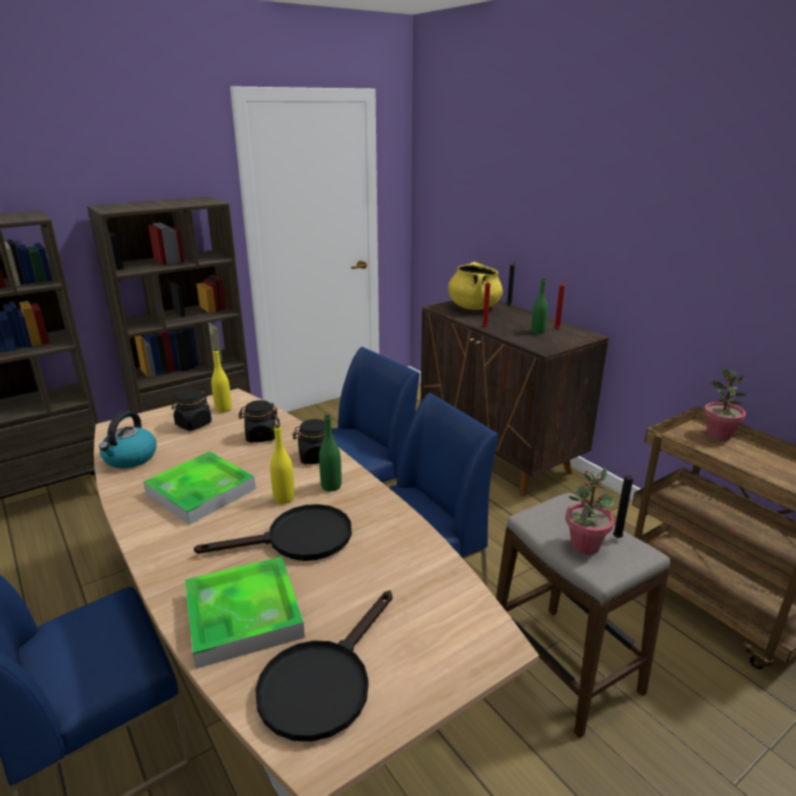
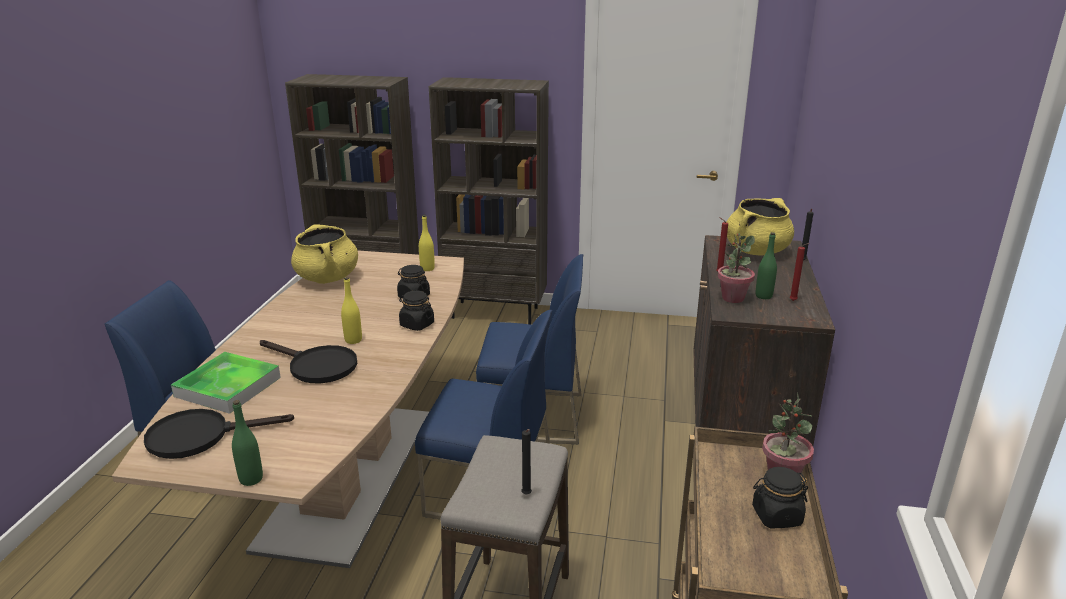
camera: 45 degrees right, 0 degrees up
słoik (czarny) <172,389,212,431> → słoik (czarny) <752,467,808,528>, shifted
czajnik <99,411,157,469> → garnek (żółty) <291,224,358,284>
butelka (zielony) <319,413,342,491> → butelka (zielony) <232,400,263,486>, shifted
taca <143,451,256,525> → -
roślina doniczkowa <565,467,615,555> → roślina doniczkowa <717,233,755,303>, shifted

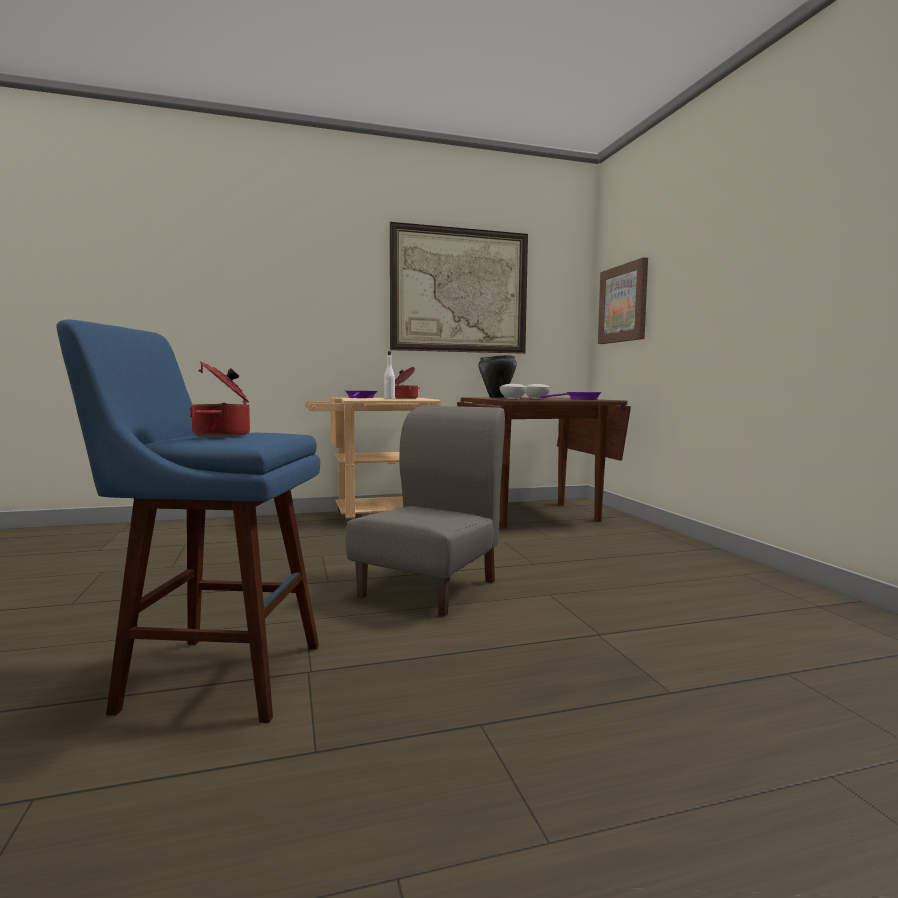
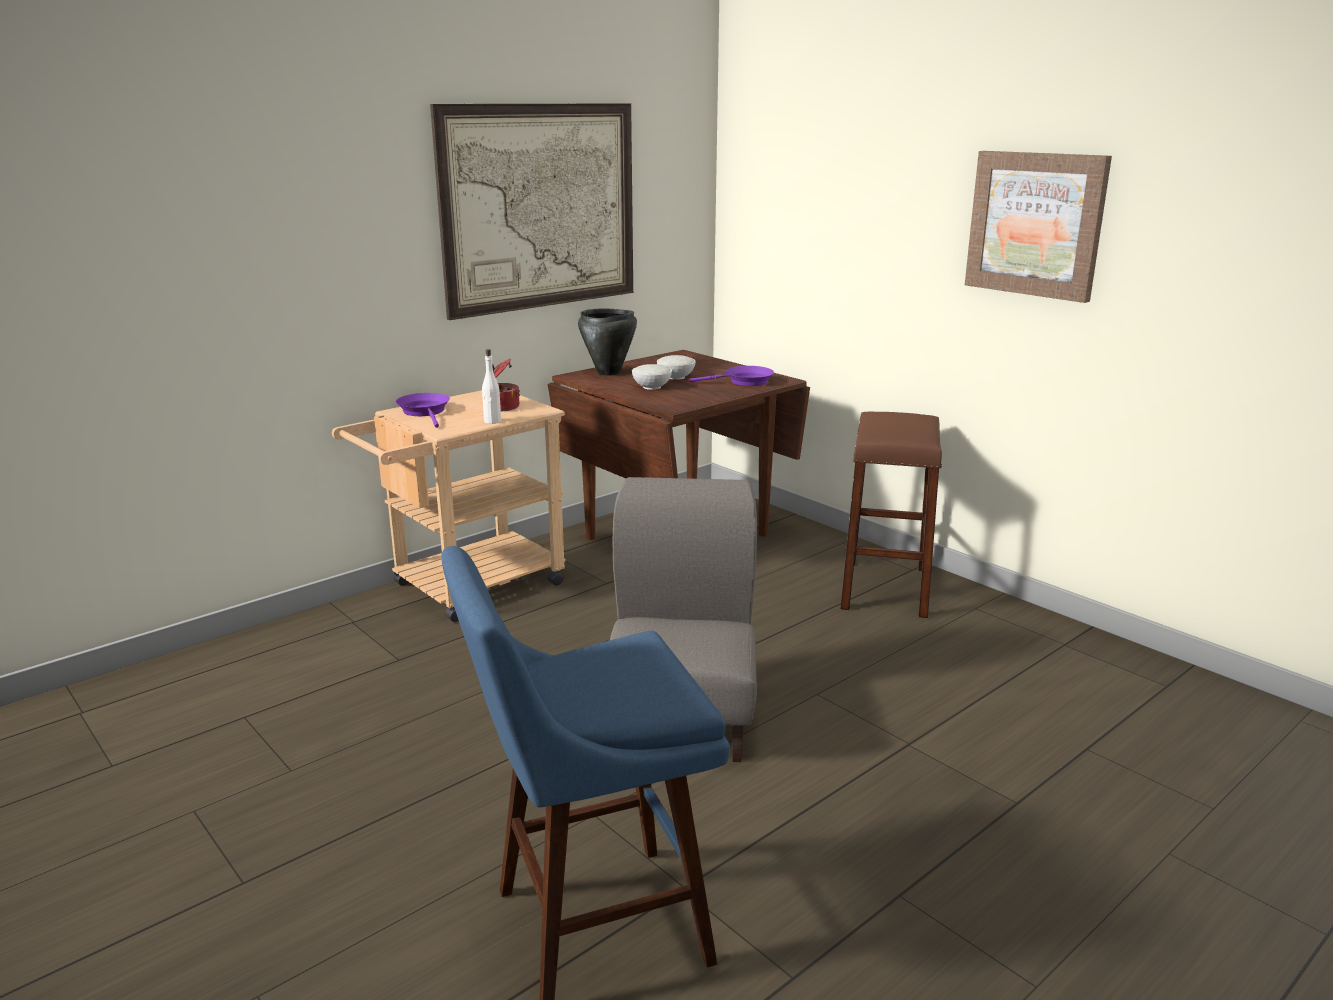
camera: 25 degrees left, 15 degrees up
obraz <598,257,648,344> → obraz <965,151,1112,303>, shifted
garnek <190,361,250,437> → -
- → stołek (brązowy) <840,412,942,618>

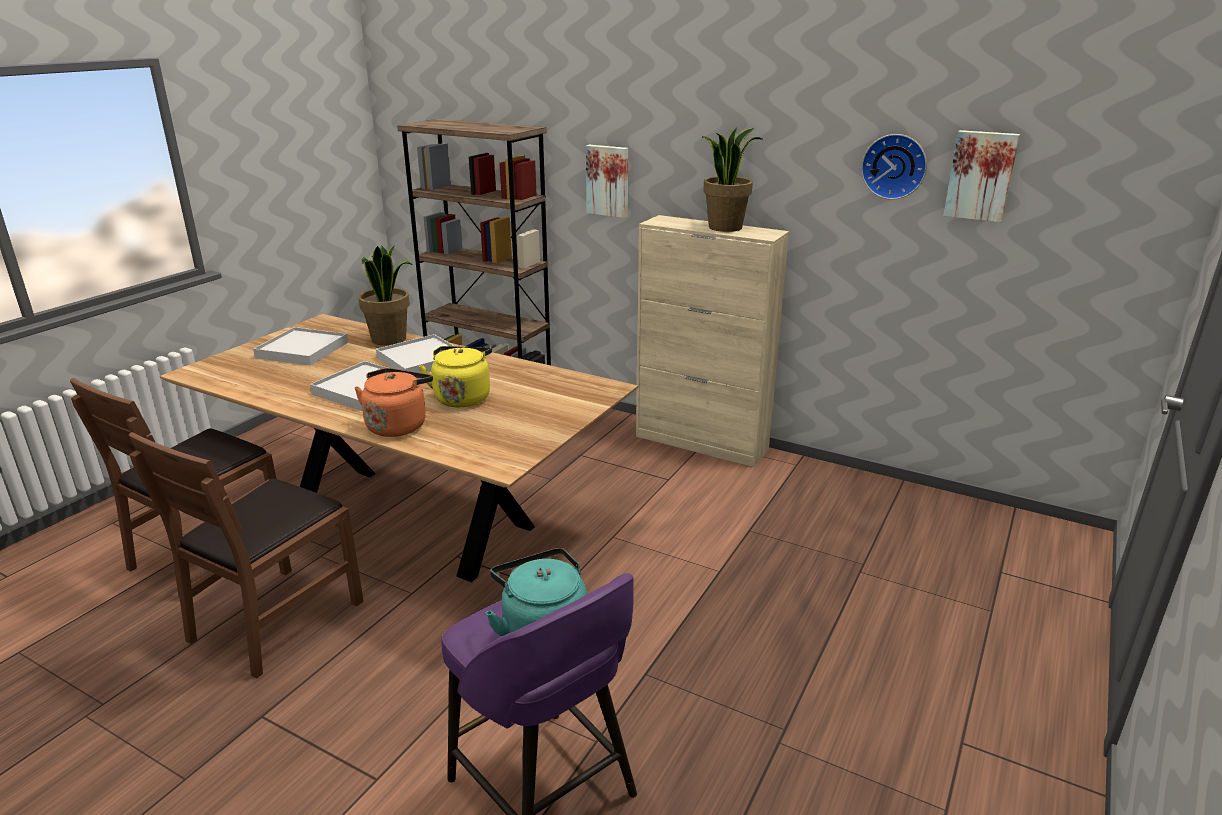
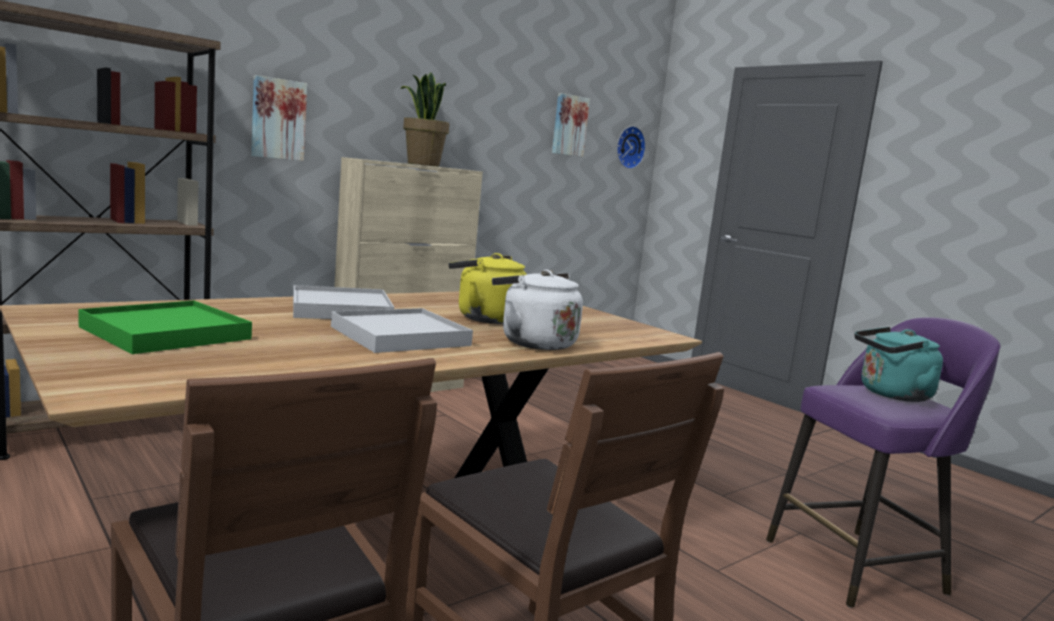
camera: 70 degrees left, 15 degrees down
zegar ścienny <861,134,927,200> → zegar ścienny <617,126,646,169>, shifted
roślina doniczkowa <359,245,413,346> → -
taca (biały) <253,327,348,366> → taca (zielony) <78,300,252,354>
czajnik (pomarańczowy) <354,368,433,437> → czajnik (biały) <492,269,583,350>

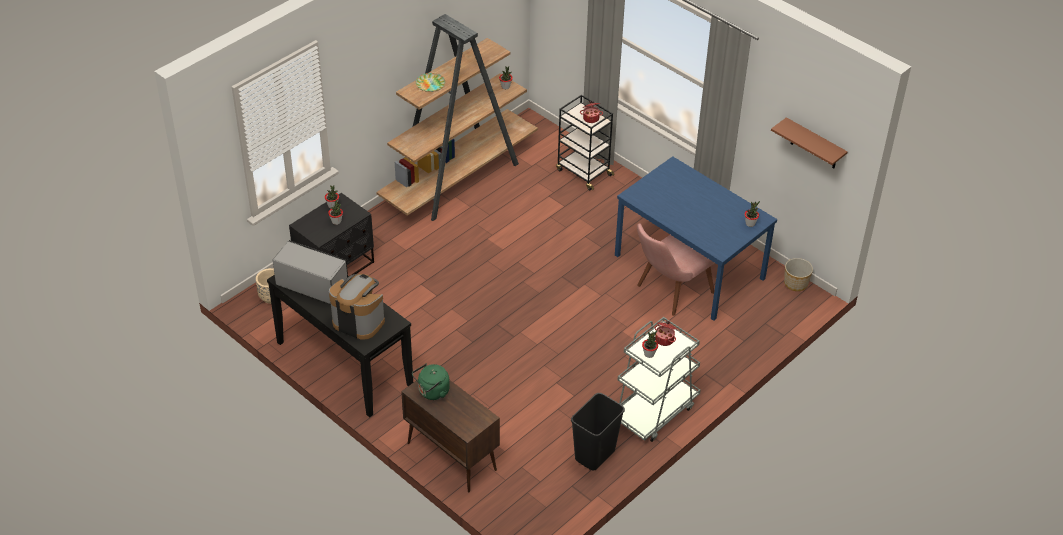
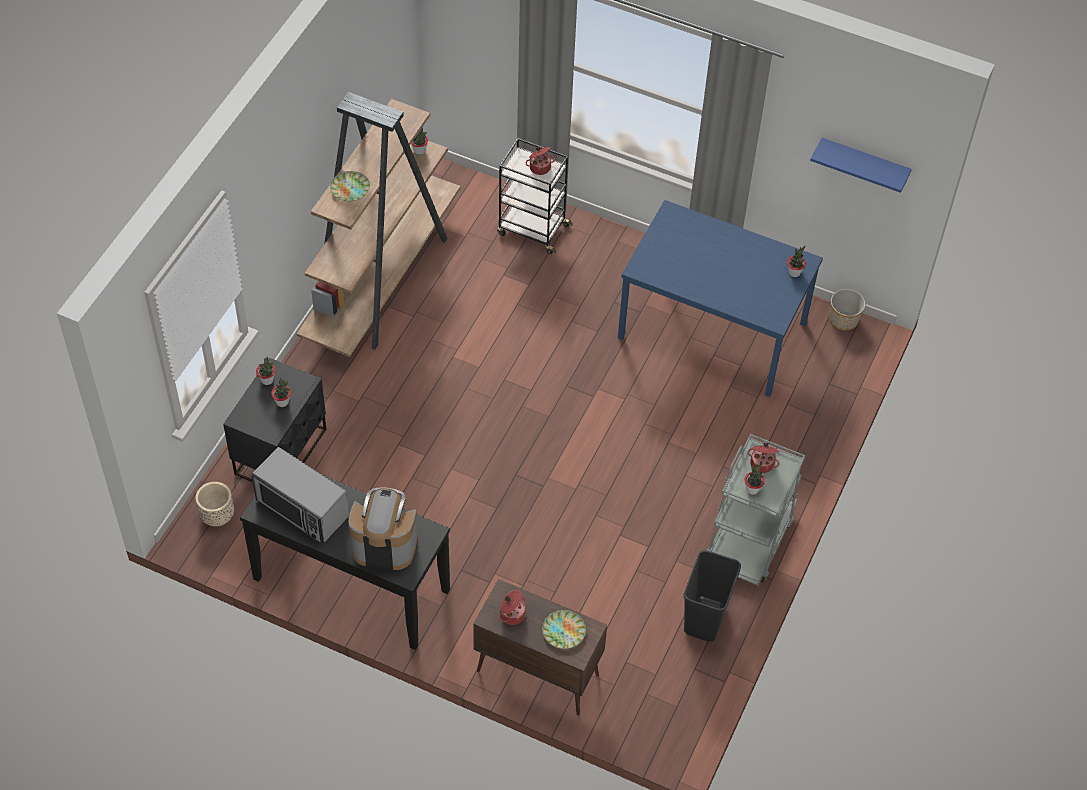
camera: 20 degrees left, 10 degrees up
półka (brązowy) <771,117,848,168> → półka (niebieski) <810,138,912,193>
krzesło (różowy) <637,224,714,316> → -
mikrofalówka <272,240,348,304> → mikrofalówka <251,447,349,544>, 150 degrees counterclockwise
czajnik (zielony) <412,364,450,400> → garnek <499,590,526,625>
- → talerz <542,610,586,649>

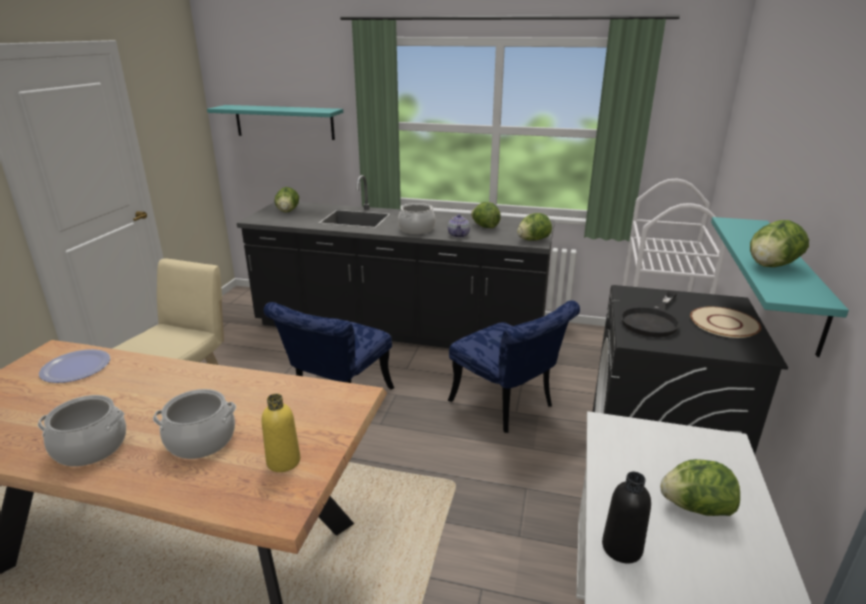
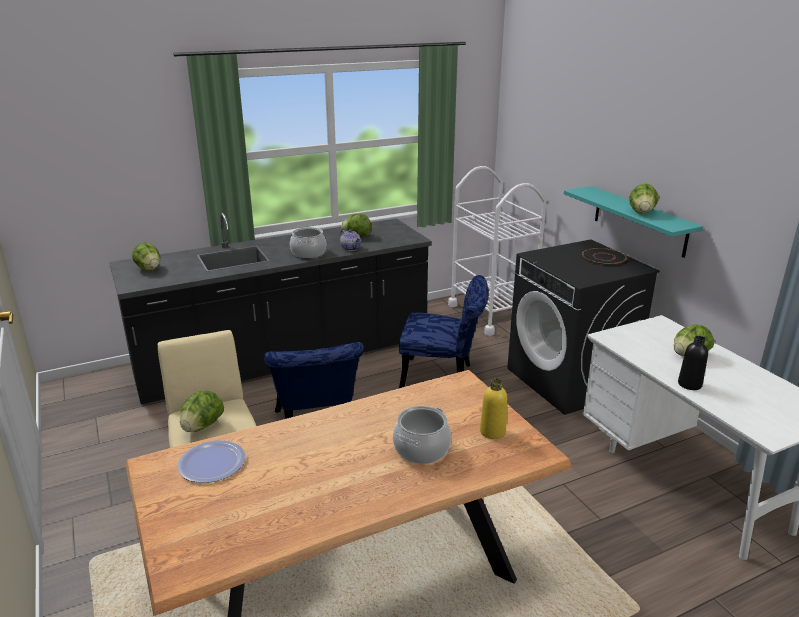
camera: 40 degrees left, 0 degrees up
półka (turkusowy) <207,105,343,140> → -
sałata <517,213,552,241> → sałata <180,391,224,432>, shifted
patelnia (czarny) <621,291,680,337> → -
talerz (beżowy) <690,307,761,338> → talerz (czarny) <582,248,627,265>
garnek <38,395,126,467> → -

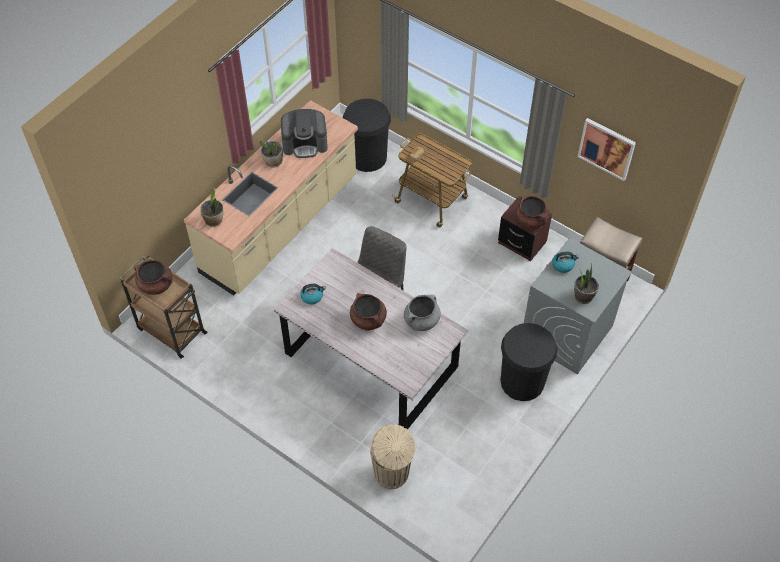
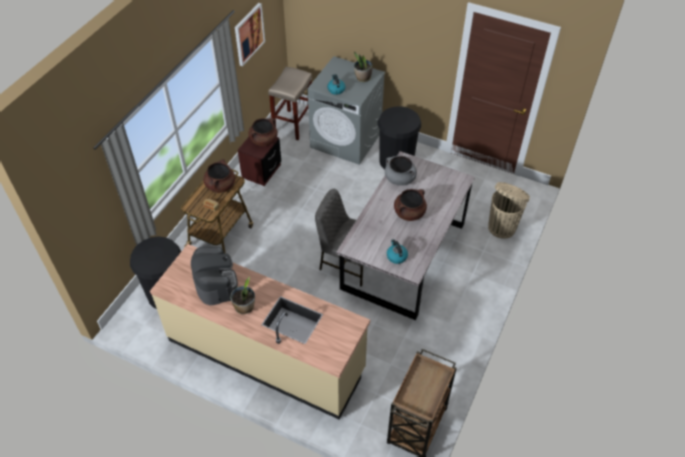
camera: 100 degrees left, 5 degrees down
roślina doniczkowa <200,187,224,227> → -
garnek (brązowy) <134,260,172,295> → garnek (brązowy) <203,159,235,193>, shifted

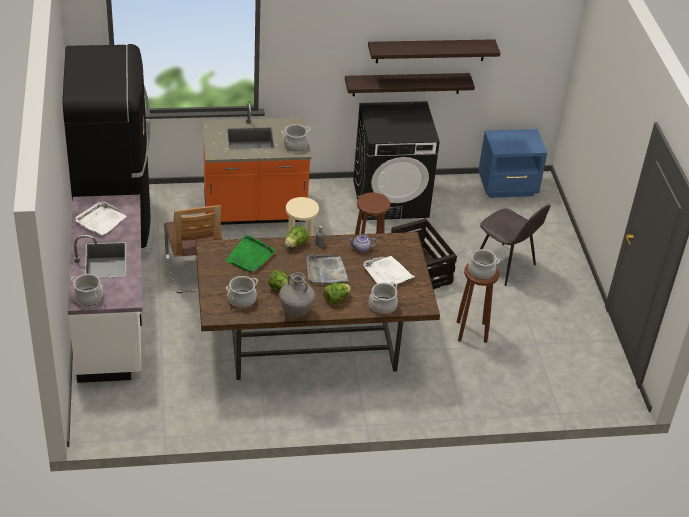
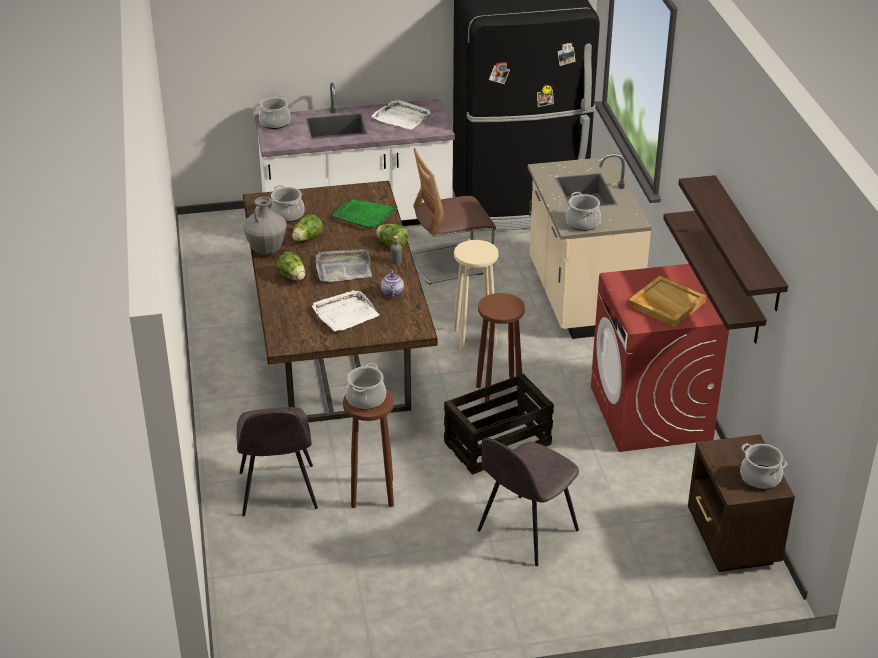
camera: 90 degrees right, 5 degrees down
zabudowa kuchenna (pomarańczowy) <202,101,311,225> → zabudowa kuchenna (beżowy) <528,153,652,339>
pralka (czarny) <353,101,440,220> → pralka (czerwony) <591,264,729,452>
szafka nocna (niebieski) <478,129,547,198> → szafka nocna (brązowy) <688,434,795,572>
garnek <369,282,398,314> → garnek <740,443,787,489>, shifted
- → taca (beżowy) <628,276,706,327>
- → krzesło (szary) <237,407,318,516>

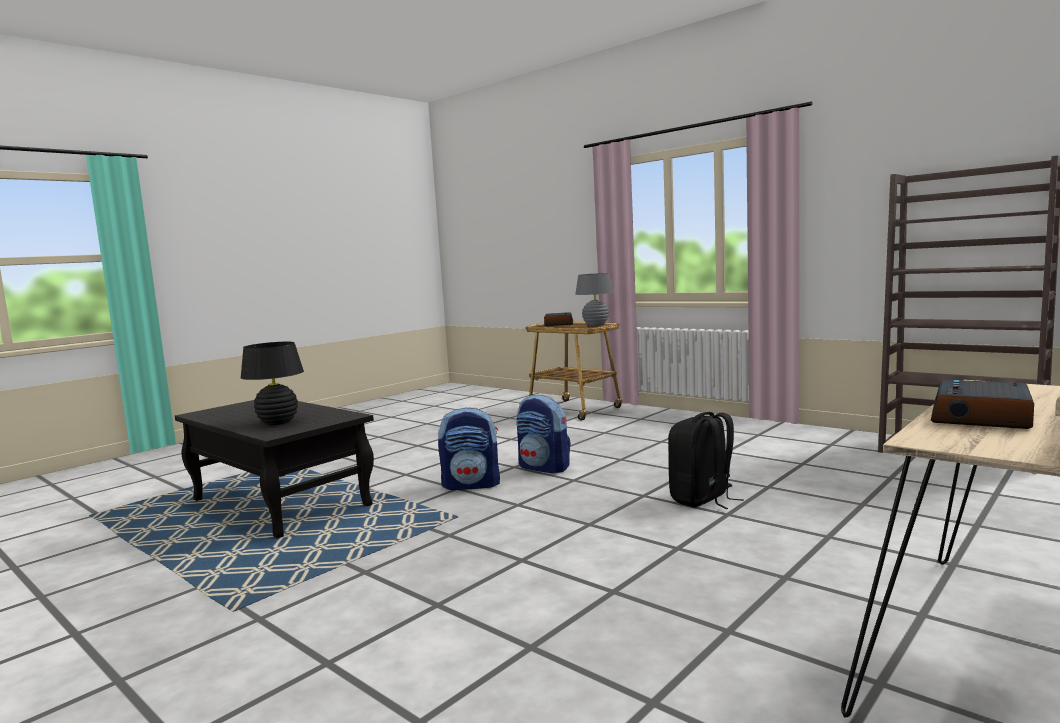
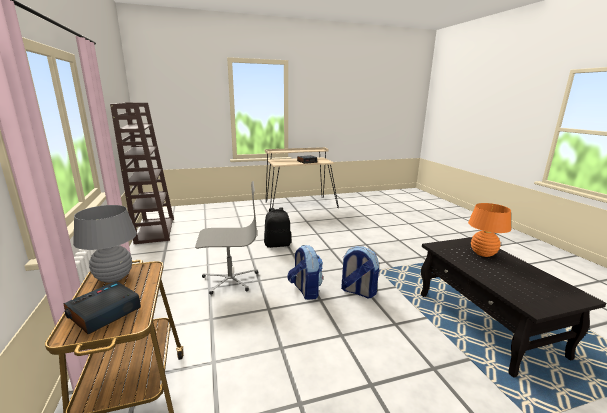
camera: 150 degrees left, 10 degrees up
lampa stołowa (czarny) <240,342,304,425> → lampa stołowa (pomarańczowy) <468,203,511,257>
- → krzesło biurowe (szary) <195,181,258,295>

